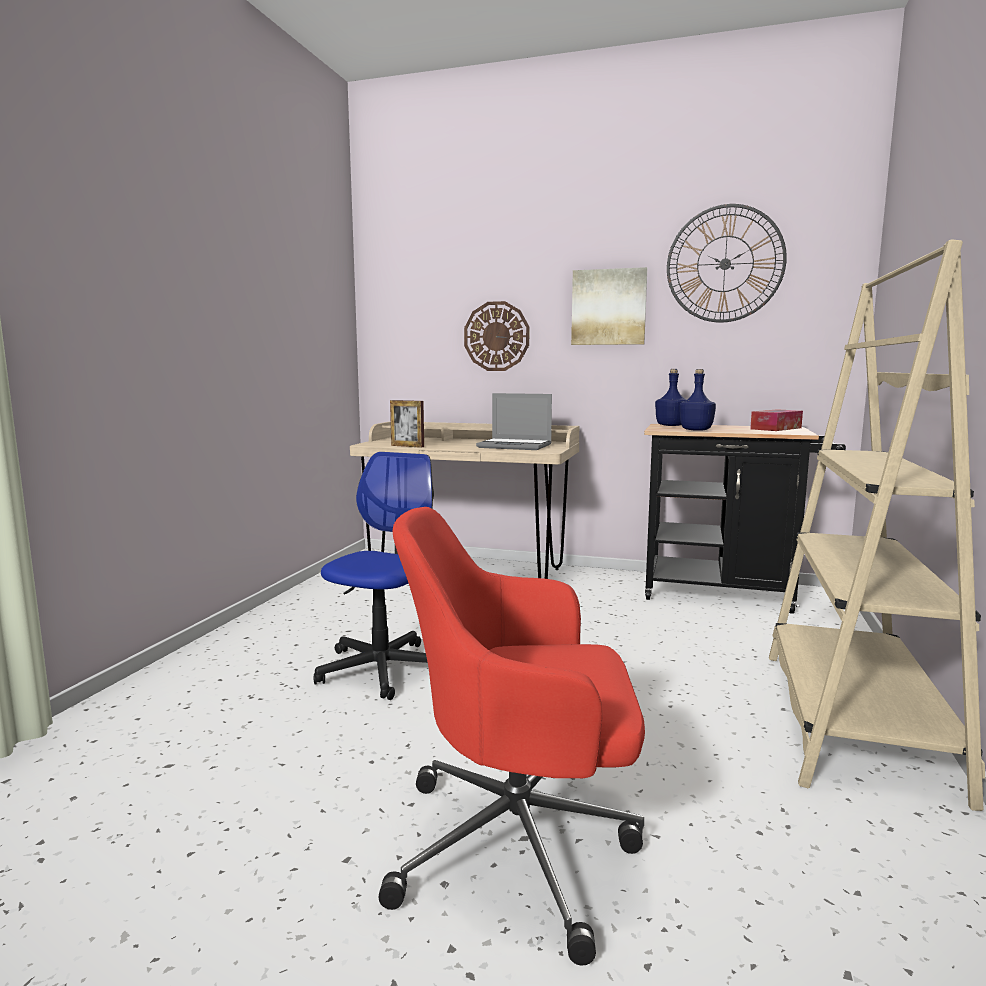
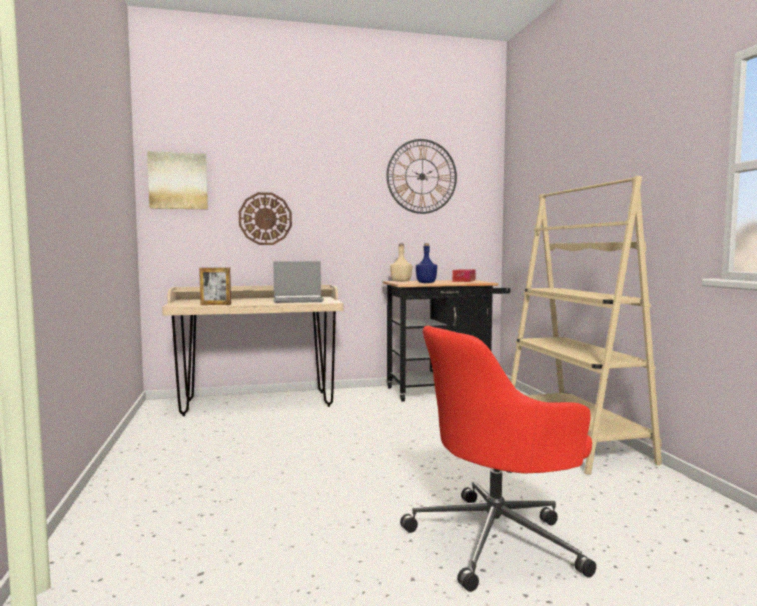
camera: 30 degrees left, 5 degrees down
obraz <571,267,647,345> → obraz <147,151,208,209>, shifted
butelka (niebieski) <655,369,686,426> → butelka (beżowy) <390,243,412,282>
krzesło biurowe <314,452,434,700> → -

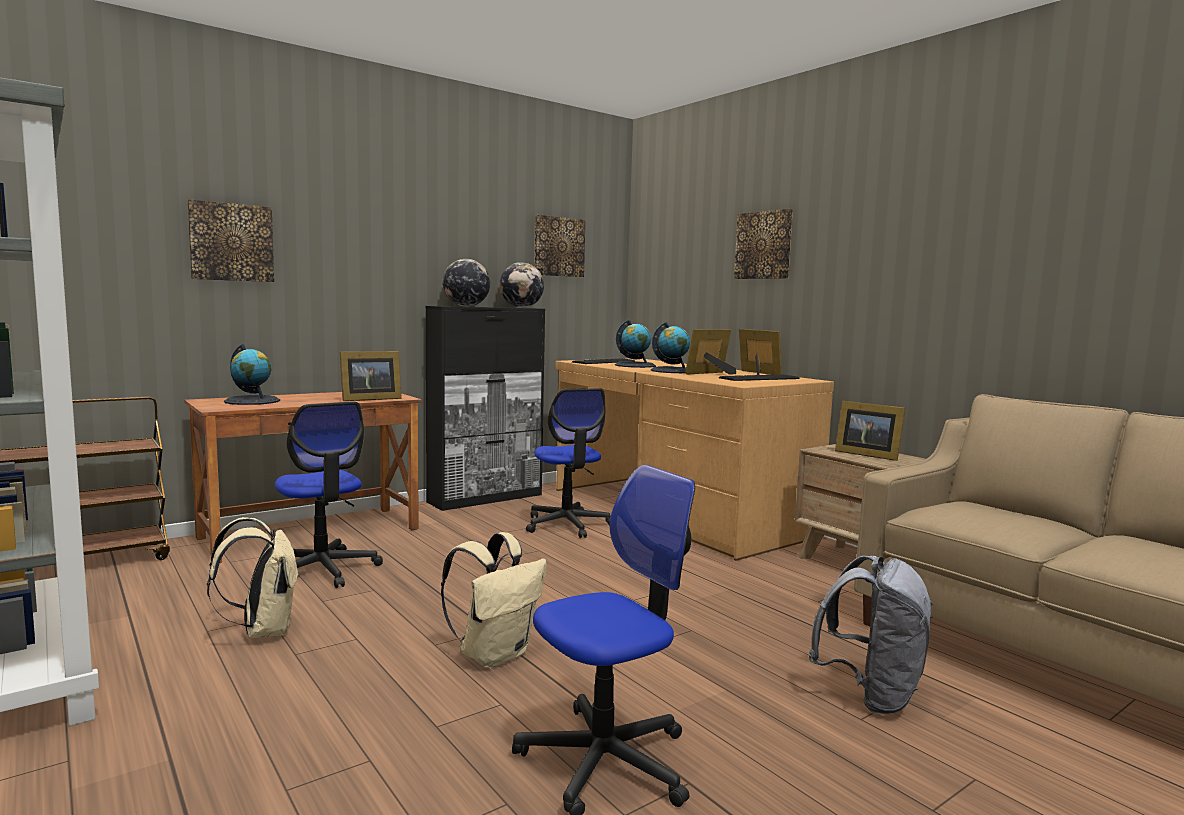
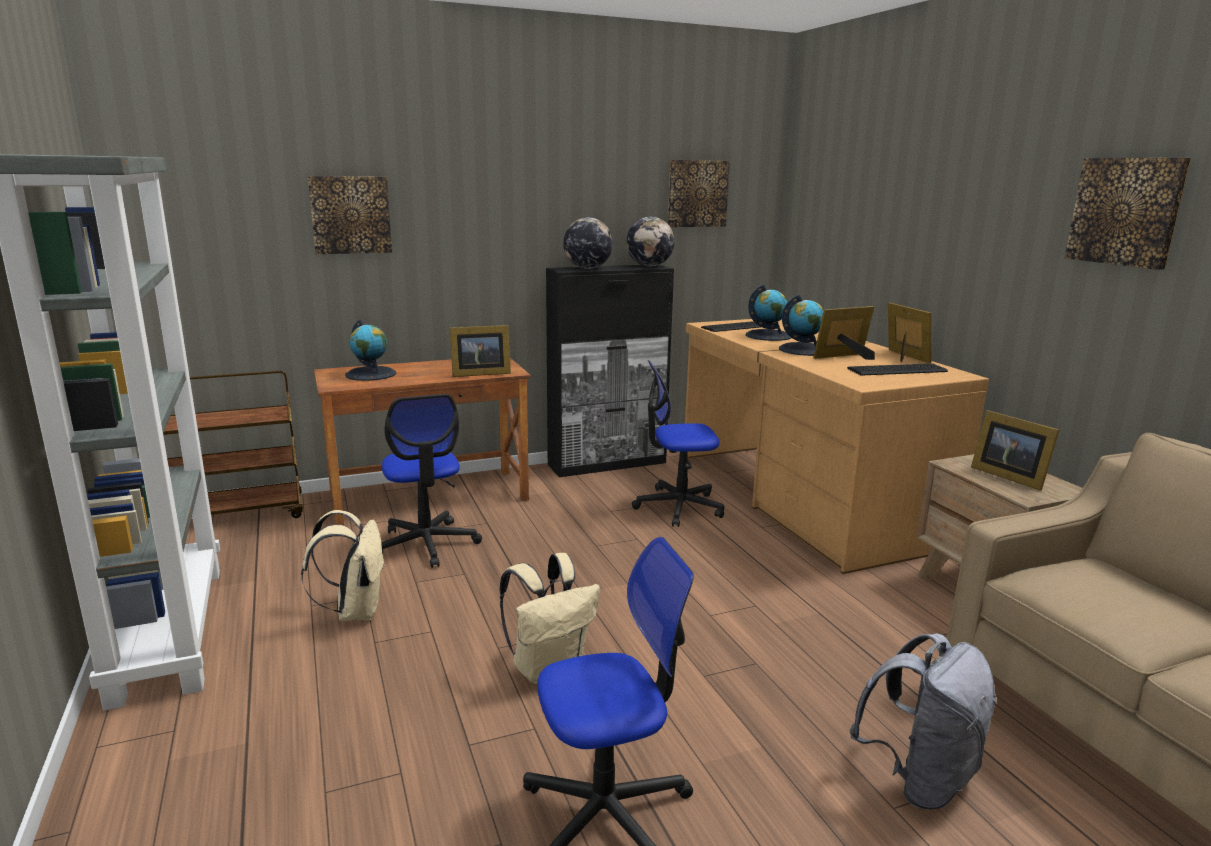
camera: 15 degrees right, 10 degrees up
obraz <734,209,793,279> → obraz <1065,158,1191,270>, shifted
krzesło biurowe <526,388,610,538> → krzesło biurowe <632,360,724,527>, 90 degrees clockwise

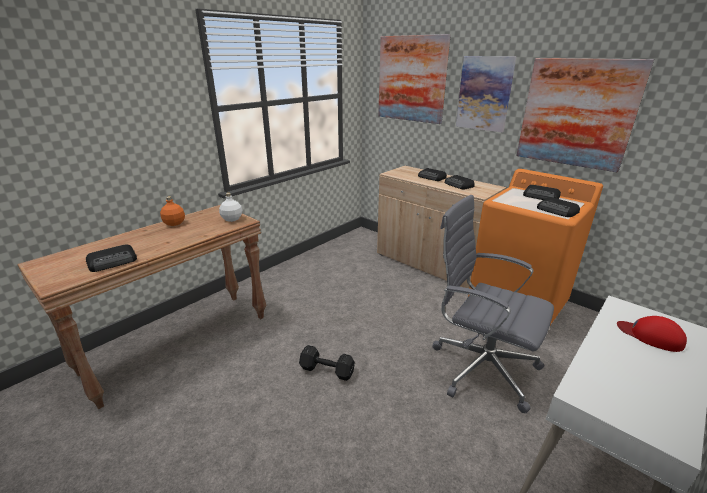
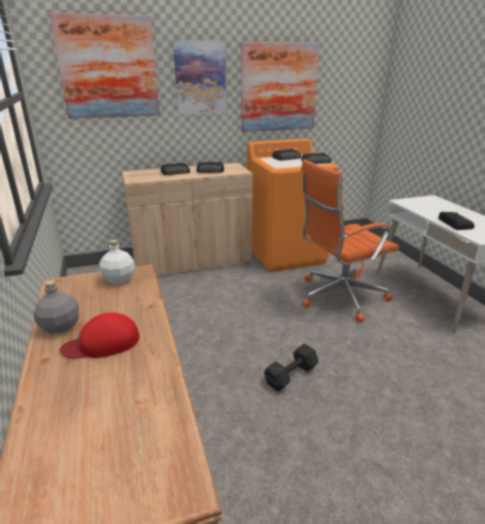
camera: 60 degrees left, 0 degrees up
krzesło biurowe (szary) <432,195,554,414> → krzesło biurowe (pomarańczowy) <301,159,399,322>
butelka (pomarańczowy) <160,196,185,226> → butelka (szary) <34,281,79,334>
radio <86,244,137,272> → radio <438,212,474,230>, shifted
czapka z daszkiem (czerwony) <617,316,687,352> → czapka z daszkiem (czerwony) <60,312,140,359>, shifted

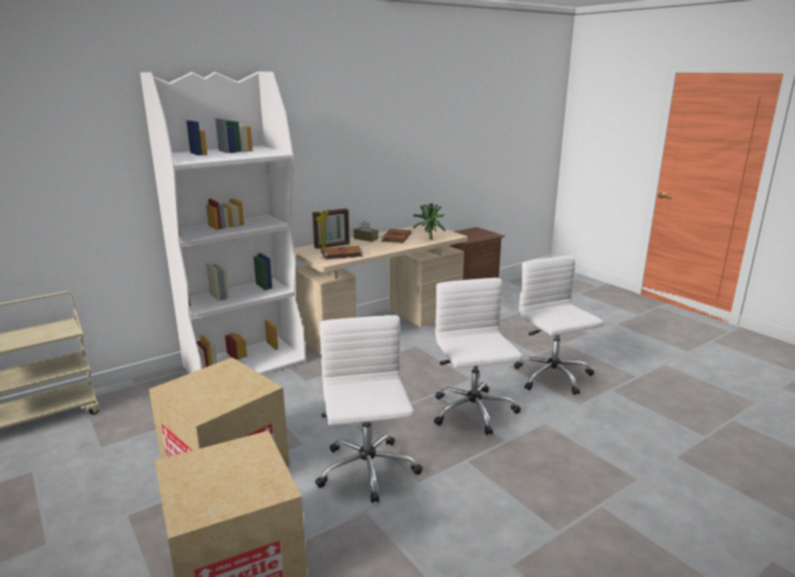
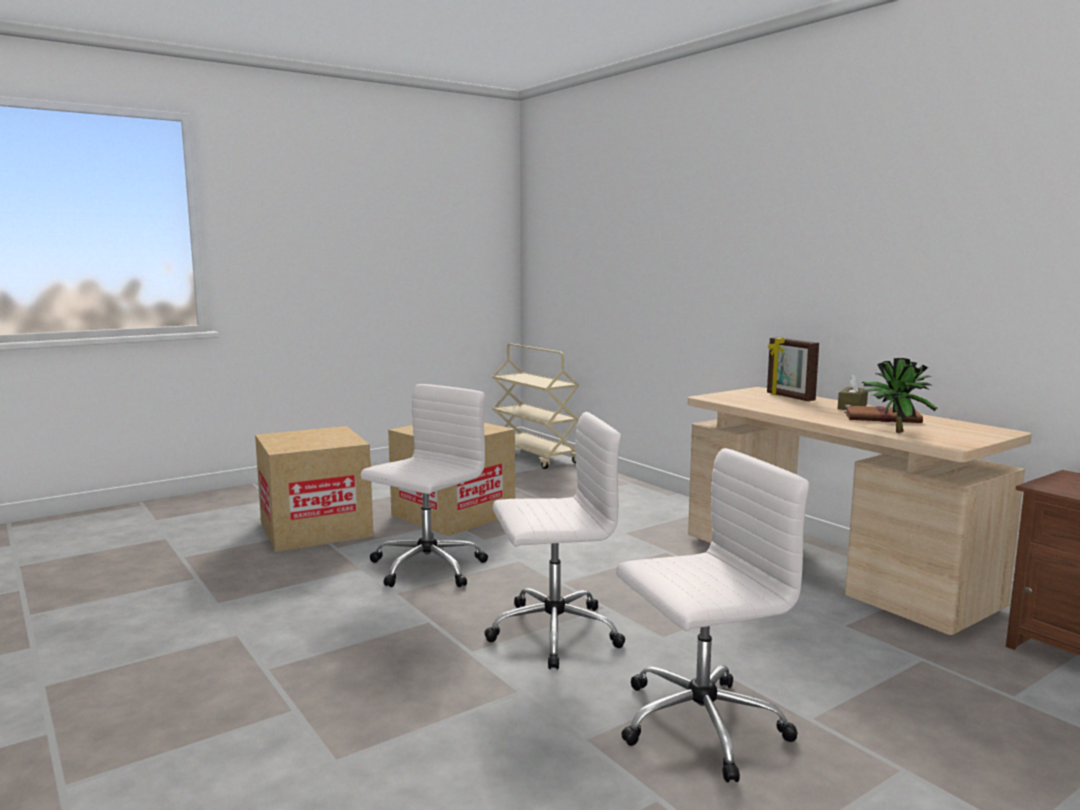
camera: 90 degrees right, 10 degrees down
regał (biały) <140,72,306,375> → -
książka (brązowy) <321,246,363,260> → -
krzesło biurowe (biały) <315,315,423,503> → krzesło biurowe (biały) <361,384,488,587>, 45 degrees counterclockwise

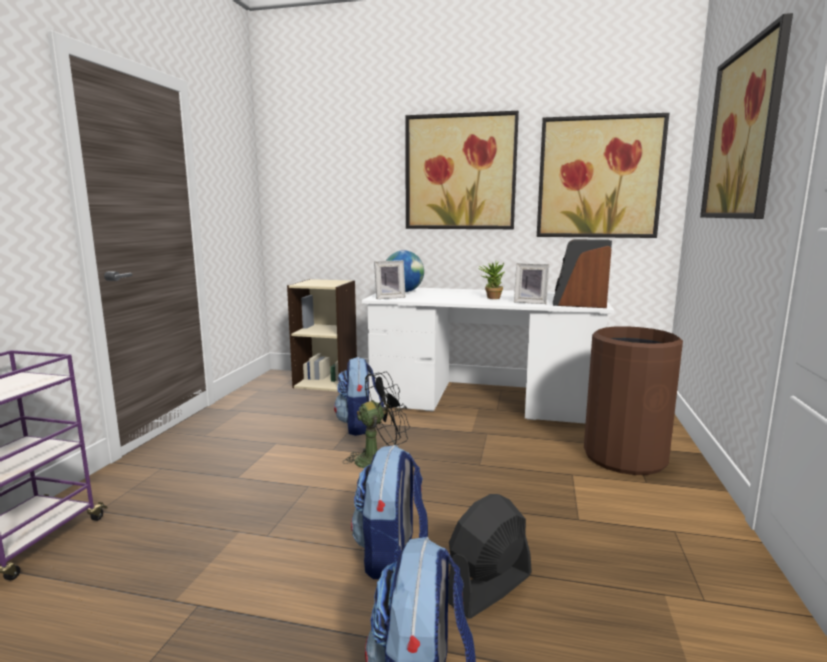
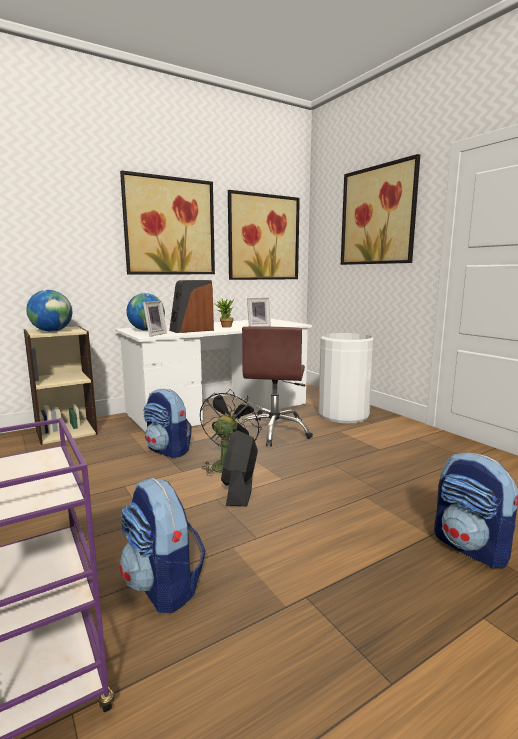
camera: 45 degrees left, 0 degrees up
głośnik <553,239,612,308> → głośnik <169,280,214,333>, shifted
kosz na śmieci (brązowy) <584,326,683,475> → kosz na śmieci (biały) <318,333,374,423>
plecak <351,445,428,579> → plecak <120,478,206,613>, shifted
wentylator (czarny) <448,494,532,619> → wentylator (czarny) <221,430,258,506>, shifted
- → globus <26,290,72,332>
- → krzesło biurowe (brązowy) <236,326,313,446>

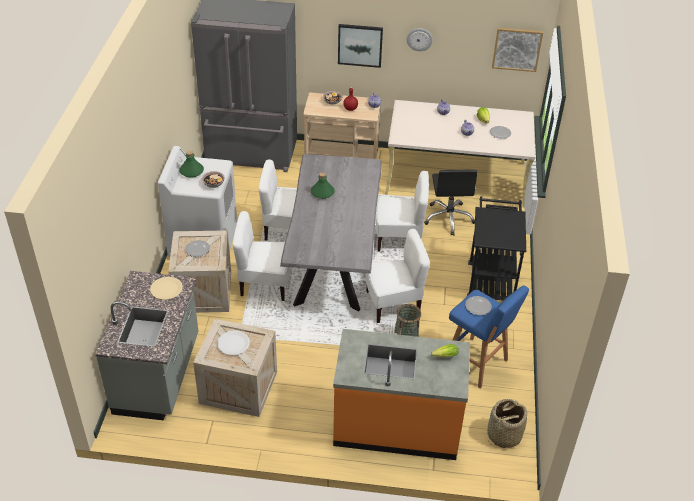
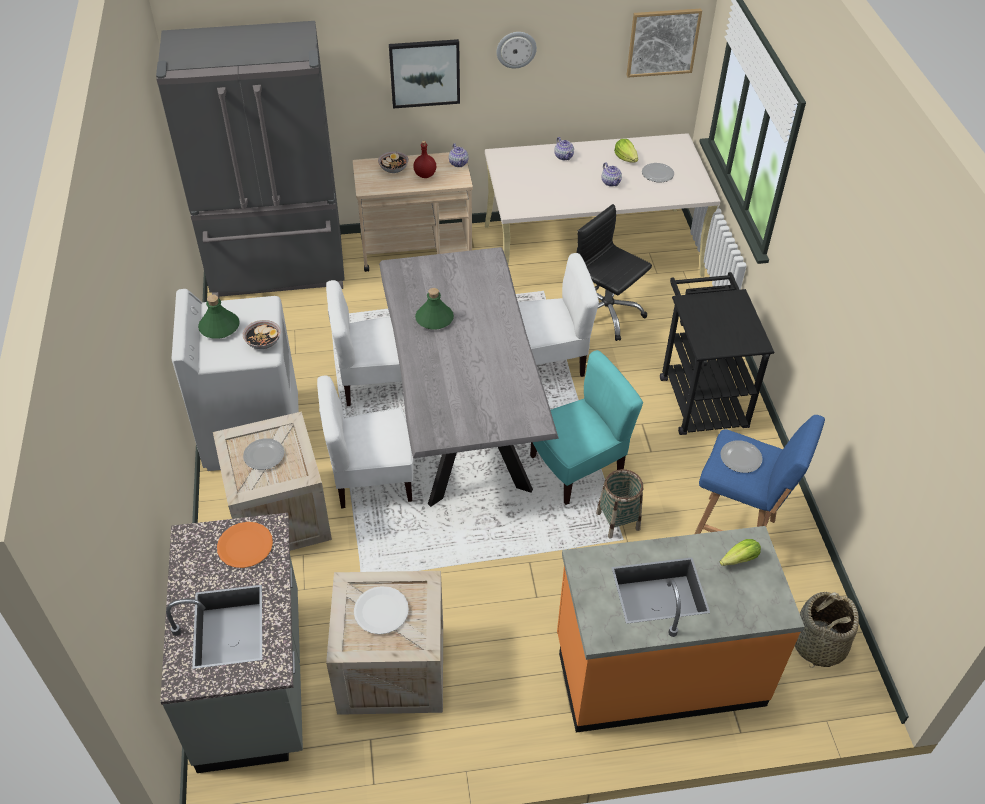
camera: 15 degrees left, 5 degrees up
krzesło biurowe (czarny) <424,170,478,236> → krzesło biurowe (czarny) <577,204,652,341>, 150 degrees clockwise
krzesło (biały) <366,229,430,323> → krzesło (turkusowy) <530,350,643,505>
talerz (beżowy) <150,277,183,300> → talerz (pomarańczowy) <217,522,273,568>

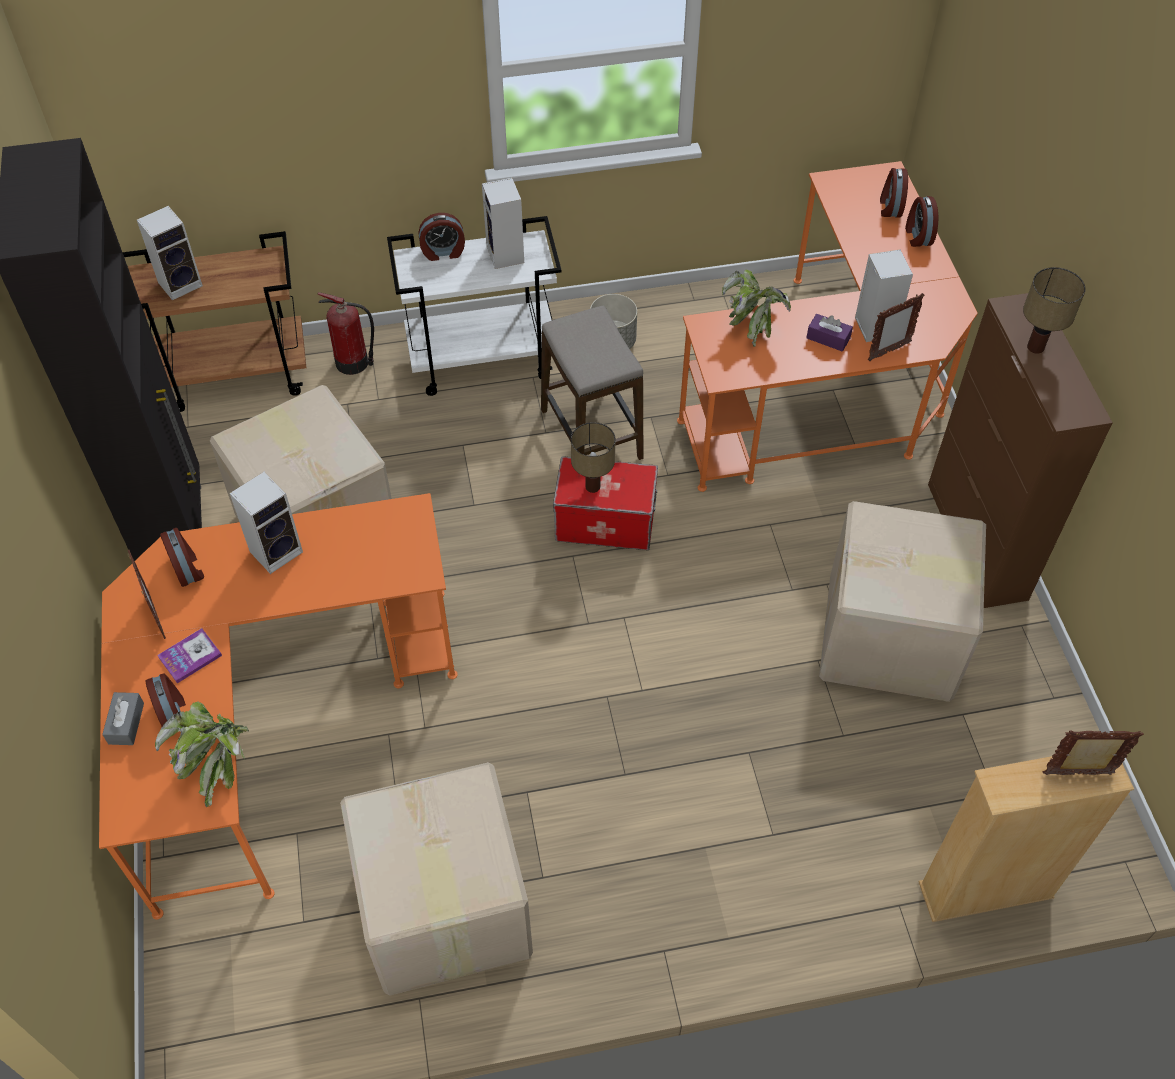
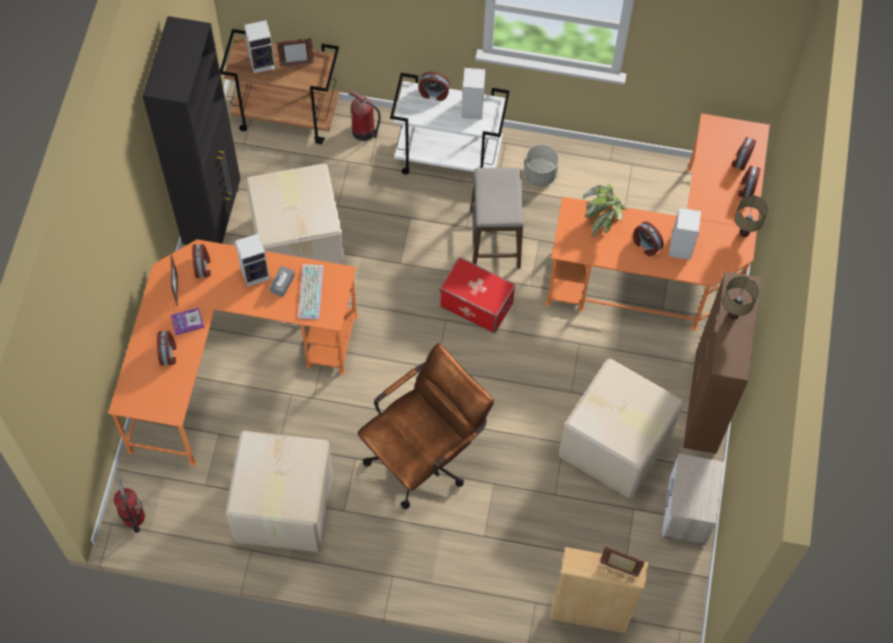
camera: 20 degrees right, 10 degrees up
ramka na zdjęcie <868,293,924,361> → ramka na zdjęcie <276,37,314,67>, shifted
pudełko chusteczek (fioletowy) <806,314,853,352> → budzik <633,222,664,256>
lampa stołowa <571,422,616,493> → lampa stołowa <735,195,768,237>, shifted
pudełko chusteczek (szary) <102,692,144,745> → pudełko chusteczek (szary) <270,266,295,297>, shifted
roślina doniczkowa <155,702,249,807> → -
- → klawiatura <298,264,324,319>
- → krzesło biurowe (brązowy) <358,343,494,509>
- → szafka nocna <662,454,724,545>
- → gaśnica <114,477,145,533>

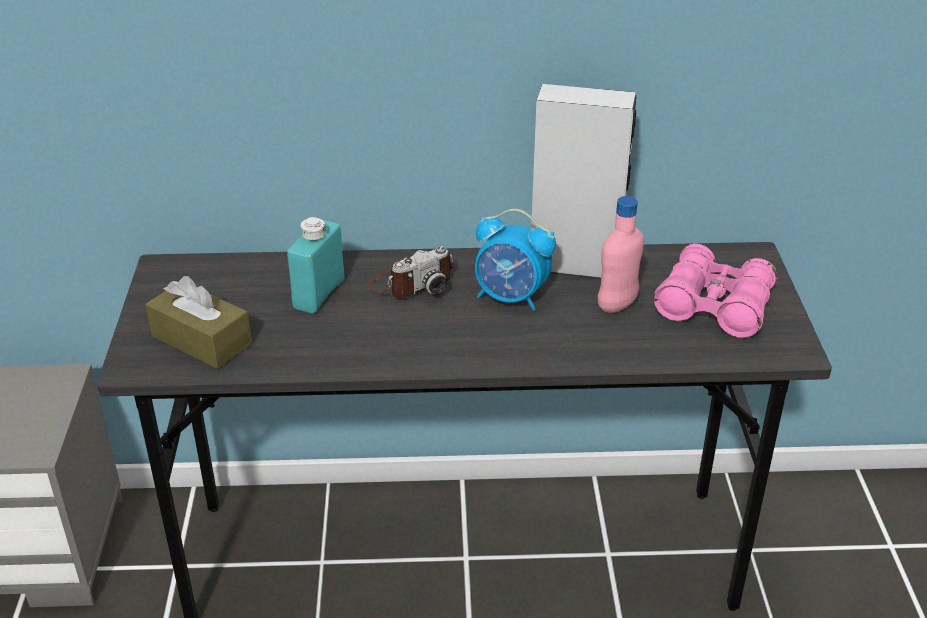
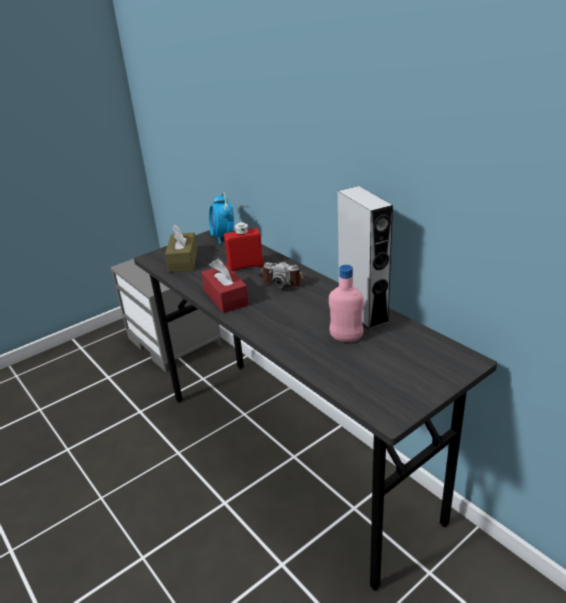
camera: 55 degrees right, 5 degrees down
budzik <475,209,556,311> → budzik <209,192,234,244>, shifted
butelka (turkusowy) <287,217,345,313> → butelka (czerwony) <224,222,263,271>
lornetka (różowy) <654,244,778,338> → -
- → pudełko chusteczek (czerwony) <202,259,249,313>

